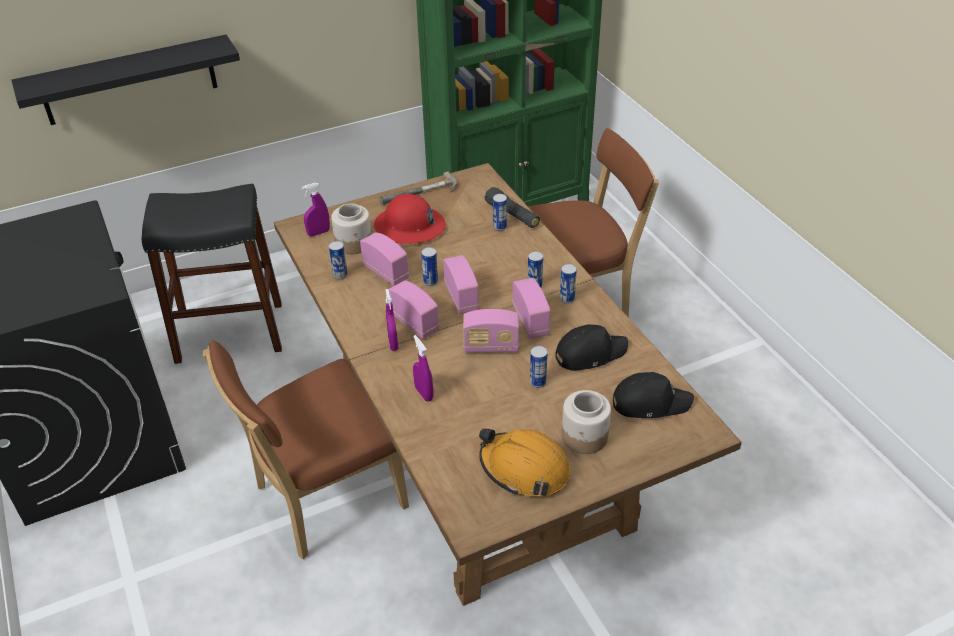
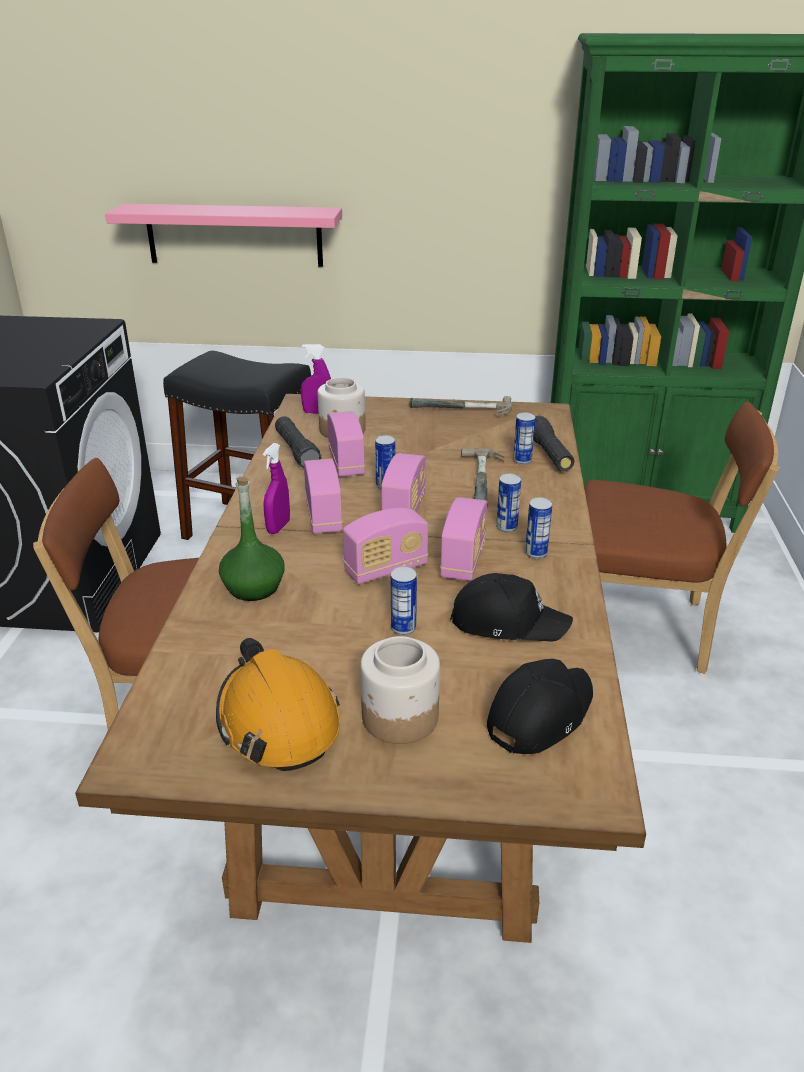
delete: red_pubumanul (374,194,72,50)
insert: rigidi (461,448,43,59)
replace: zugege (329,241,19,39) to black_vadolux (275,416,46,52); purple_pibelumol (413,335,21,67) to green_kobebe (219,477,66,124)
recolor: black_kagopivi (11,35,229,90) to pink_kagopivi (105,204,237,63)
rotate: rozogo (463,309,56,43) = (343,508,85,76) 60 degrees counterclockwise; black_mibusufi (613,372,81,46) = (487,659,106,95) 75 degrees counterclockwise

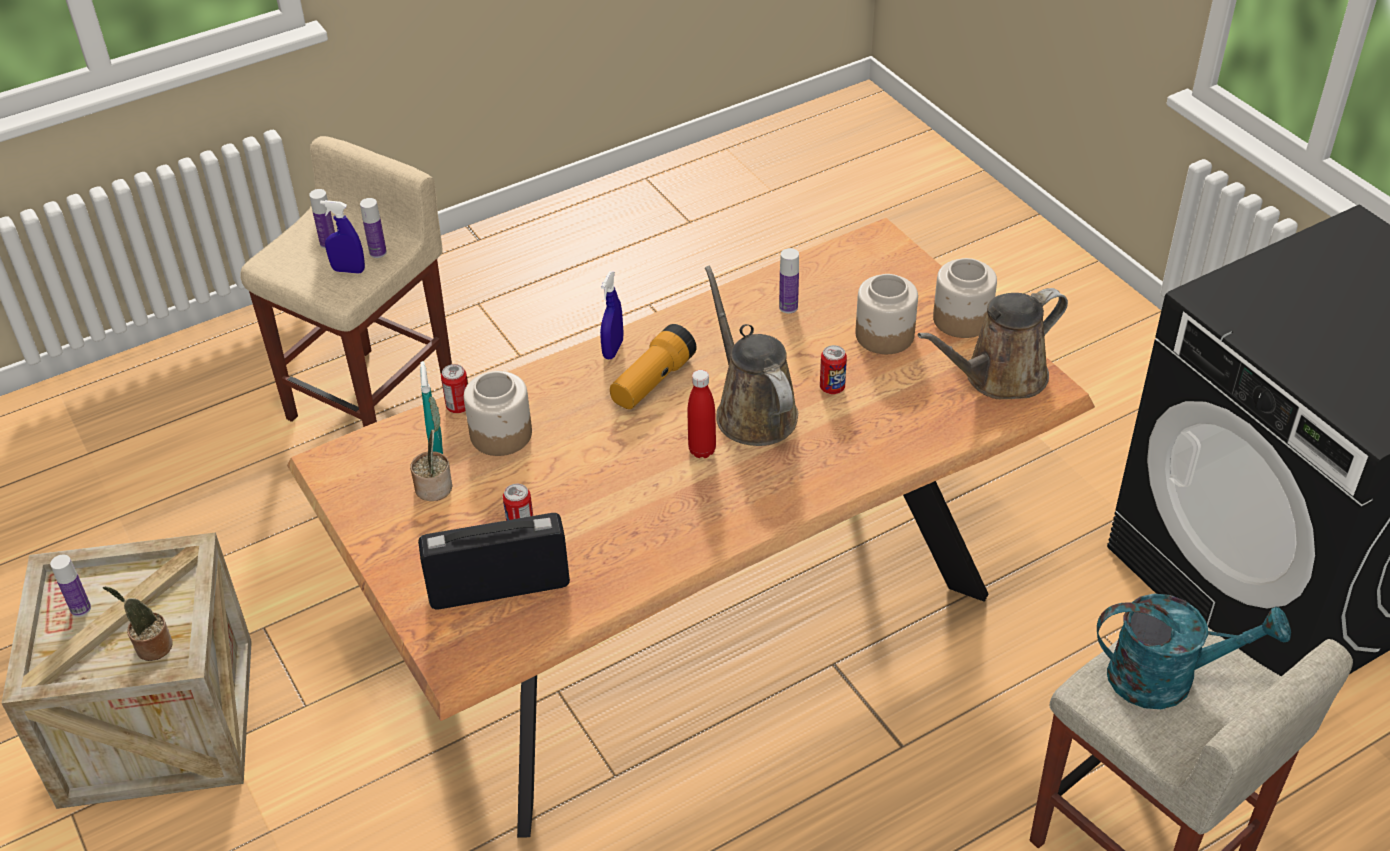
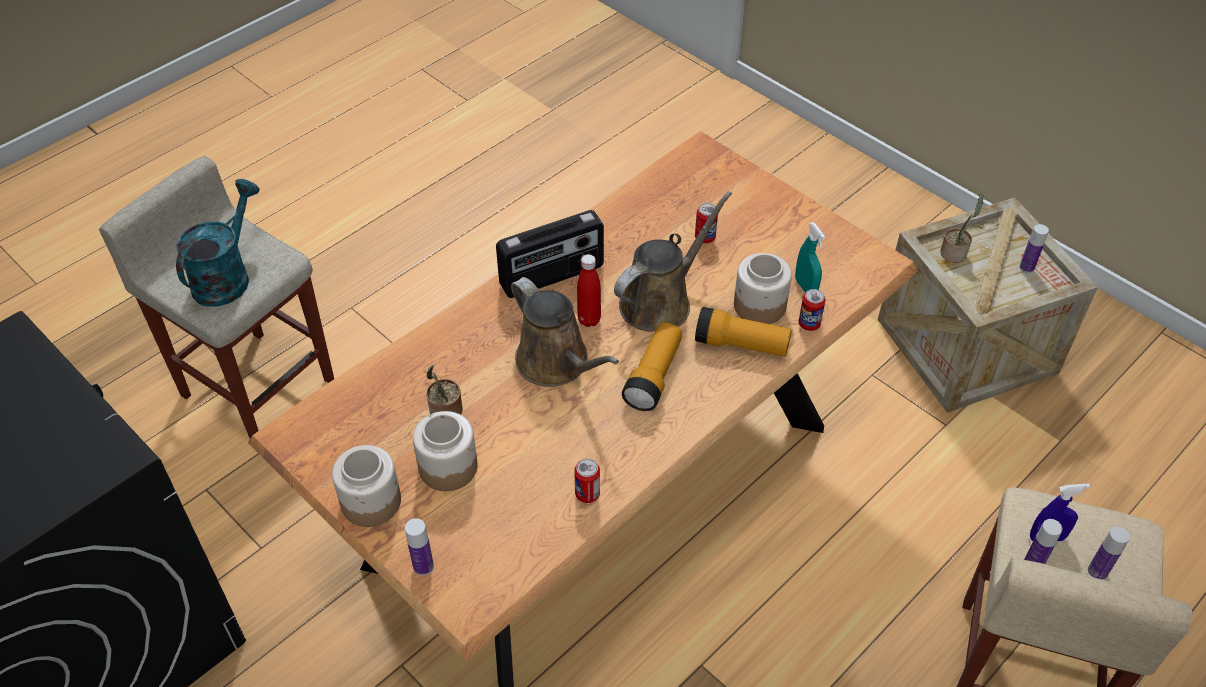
delete: blue_pibelumol (600,271,23,88)
insert: vadolux (695,307,97,50)
move: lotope (410,396,42,105) to (426,366,37,49); rozogo (418,513,152,96) to (496,210,108,88); kobebe (779,248,20,65) to (405,518,29,57); zugege (820,345,27,49) to (574,459,26,44); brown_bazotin (918,288,150,111) to (614,191,118,141)
rotate: turquoise_bazotin (1097,594,194,115) = (176,179,84,128) 120 degrees clockwise

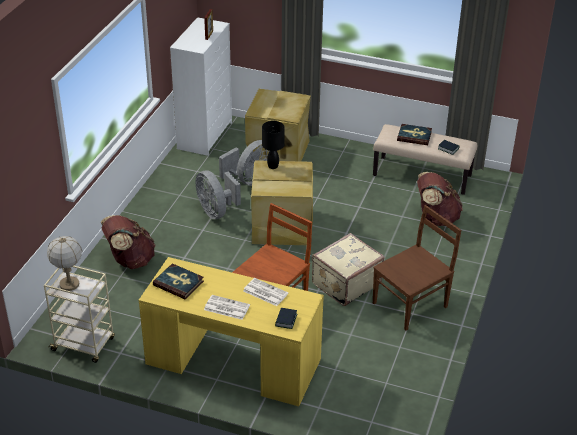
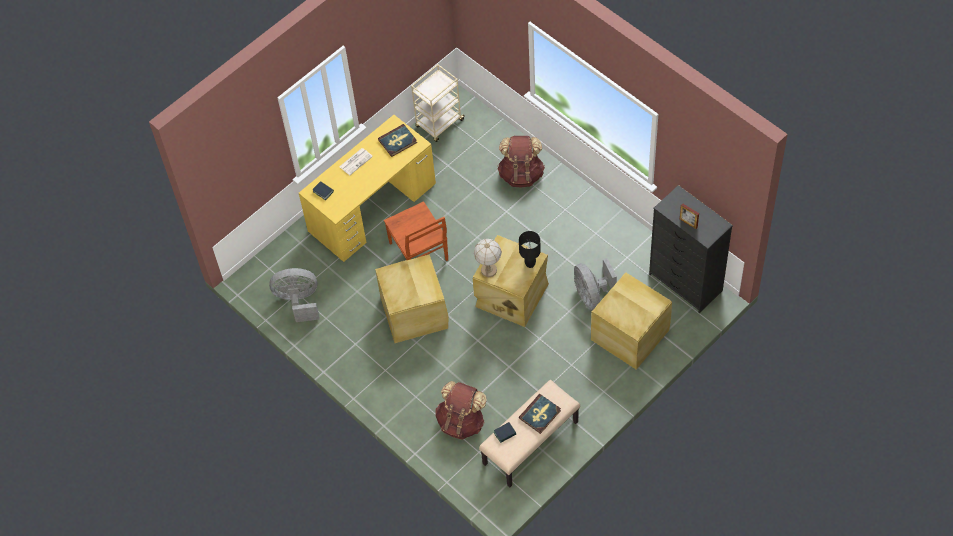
delete: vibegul (243,278,45,28); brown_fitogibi (373,205,88,126)
move: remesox (47,236,35,55) to (474,239,28,38); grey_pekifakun (196,170,45,49) to (269,268,51,54)
replace: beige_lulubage (312,233,73,73) to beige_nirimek (375,254,74,89)
recolor: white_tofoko (170,17,62,139) to black_tofoko (649,185,84,128)

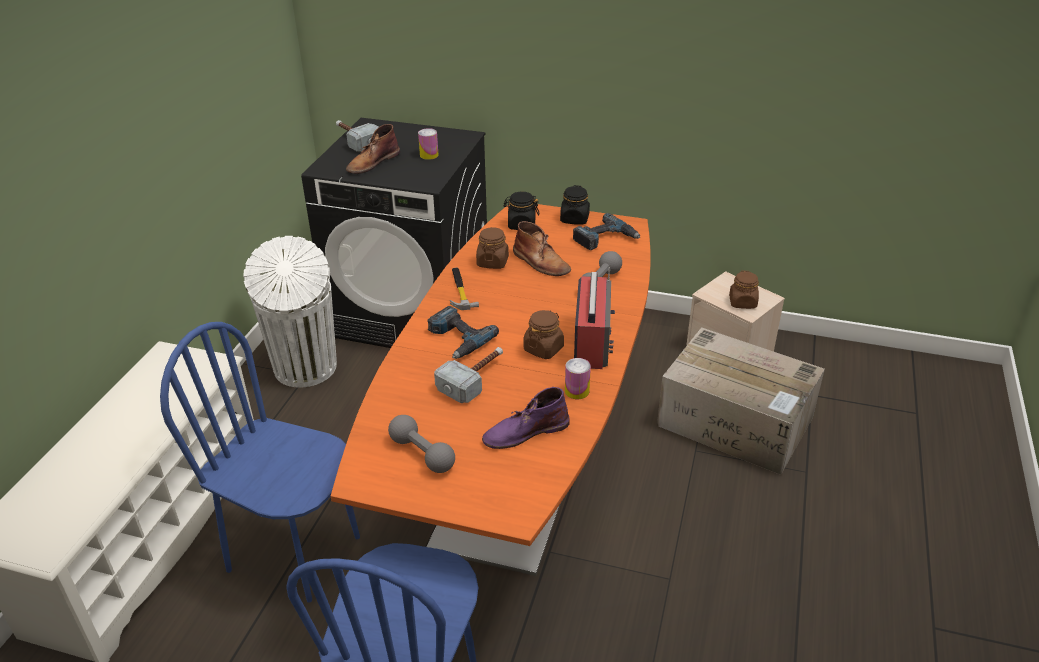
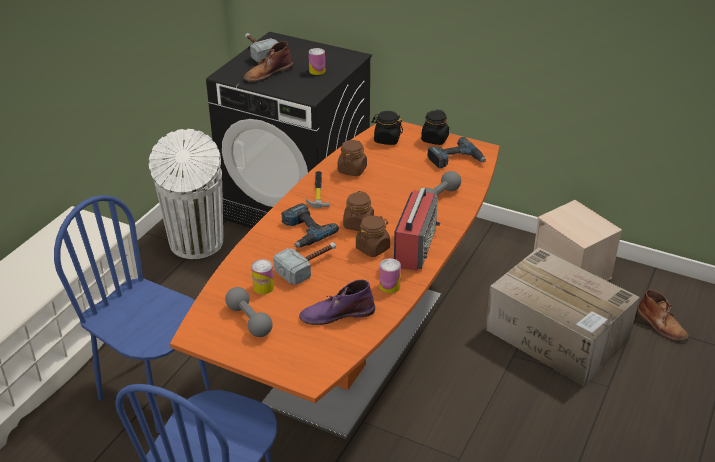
insert: zugege (251,259,23,35)
move: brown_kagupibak (513,221,58,55) to (637,289,52,52); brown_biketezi (729,271,30,38) to (343,191,31,40)

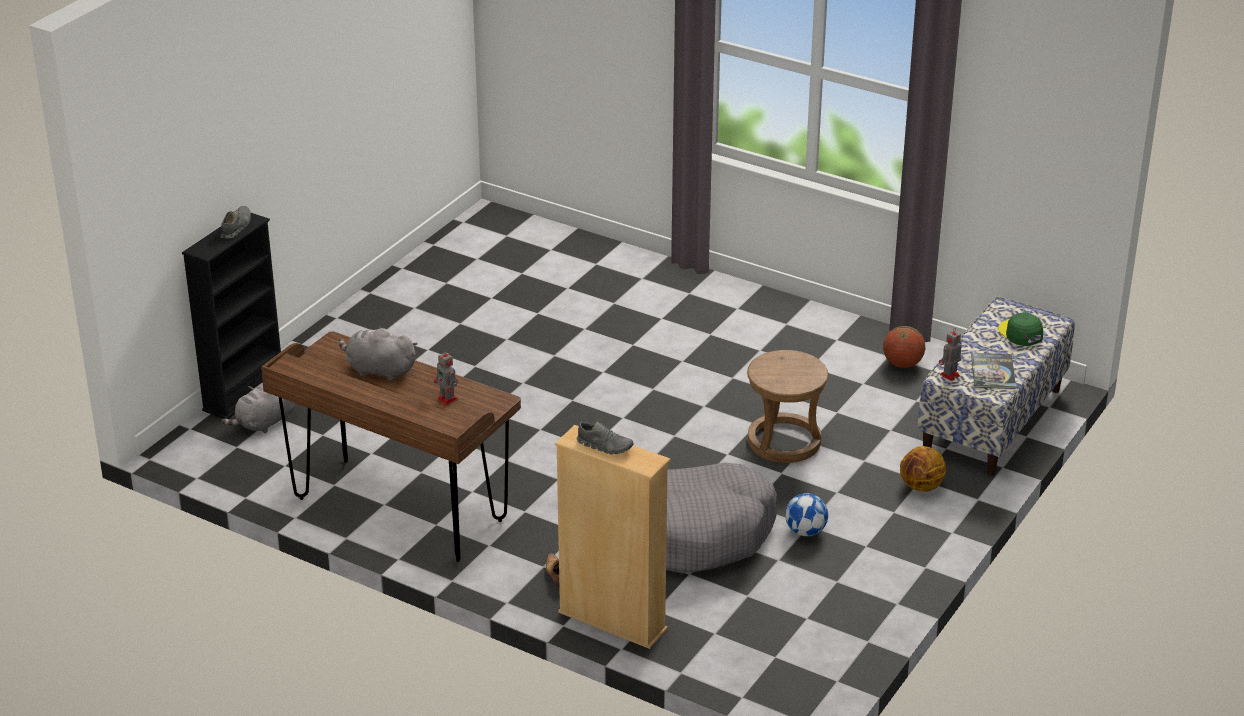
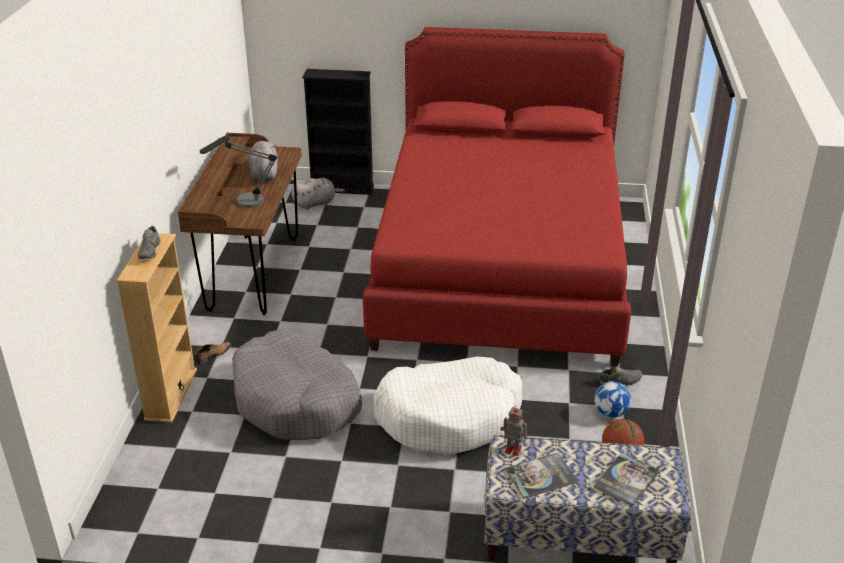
delete: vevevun (900,446,46,46)
insert: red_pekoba (363,27,268,340)
move: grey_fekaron (220,206,31,33) to (599,366,43,20); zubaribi (785,493,43,43) to (594,381,37,37)
replace: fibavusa (434,350,24,55) to remesox (200,136,77,72); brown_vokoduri (747,350,81,113) to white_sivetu (373,357,150,98); green_mibusufi (998,313,45,33) to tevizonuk (594,453,66,53)
rotate: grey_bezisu (222,382,74,51) = (291,178,54,32) 135 degrees clockwise

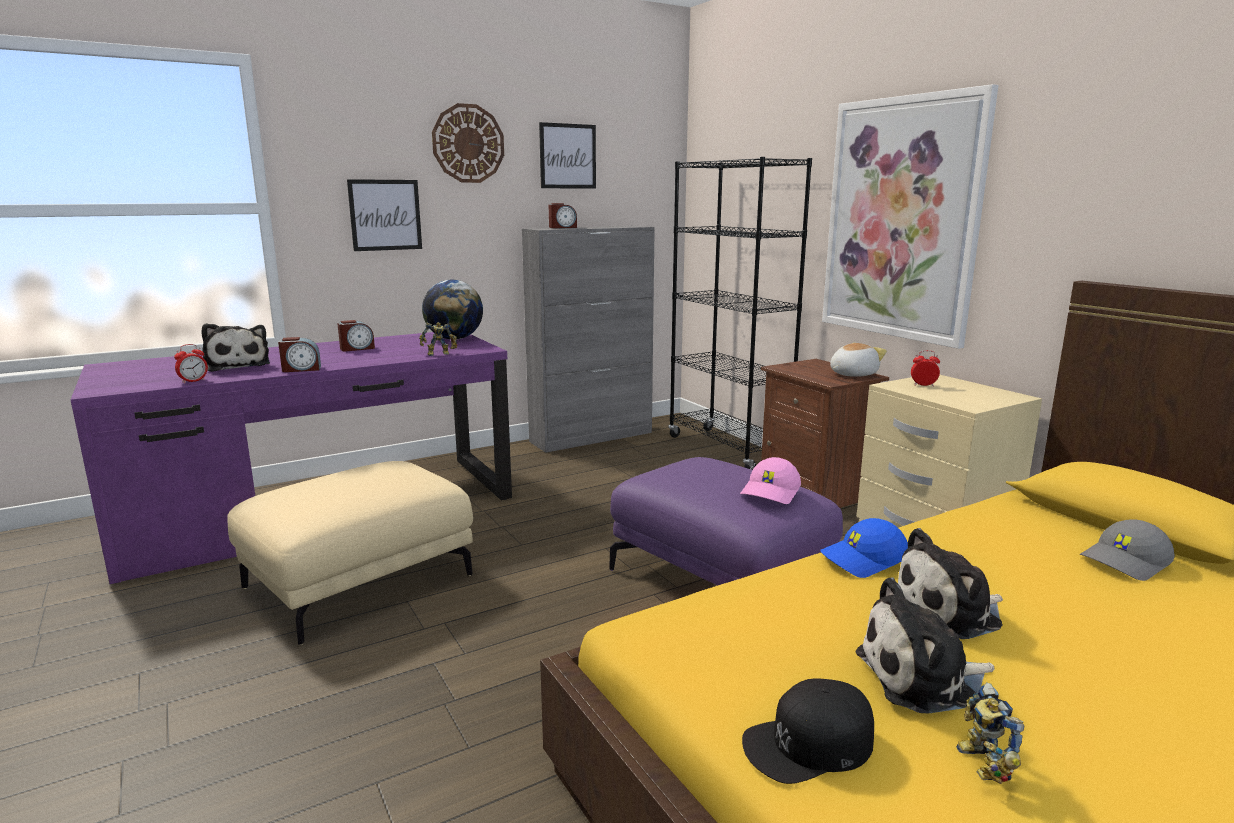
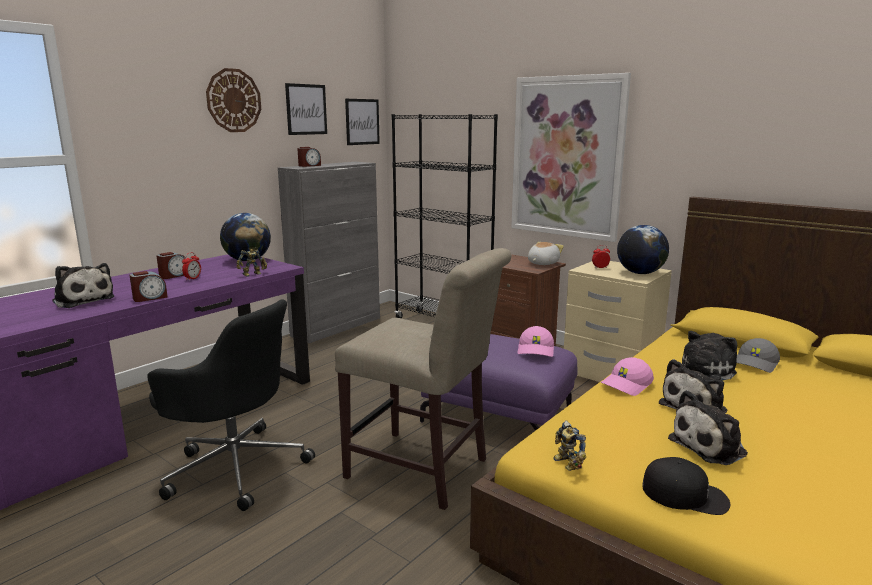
insert: beige_fitogibi (335,248,176,262); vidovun (617,225,52,49); bezisu (682,331,55,50)
move: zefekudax (174,344,34,40) to (182,252,19,29); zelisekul (347,179,75,72) to (345,99,35,46); fibavusa (956,682,68,102) to (553,421,33,50)
replace: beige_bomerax (227,461,246,184) to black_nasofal (147,299,168,212)
recolor: blue_mibusufi (820,518,88,60) to pink_mibusufi (600,357,54,39)
rotate: black_mibusufi (742,678,132,106) = (642,457,88,58) 120 degrees counterclockwise

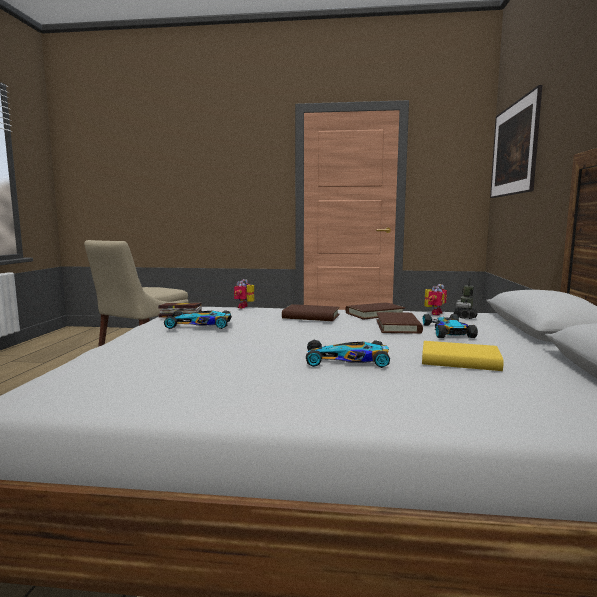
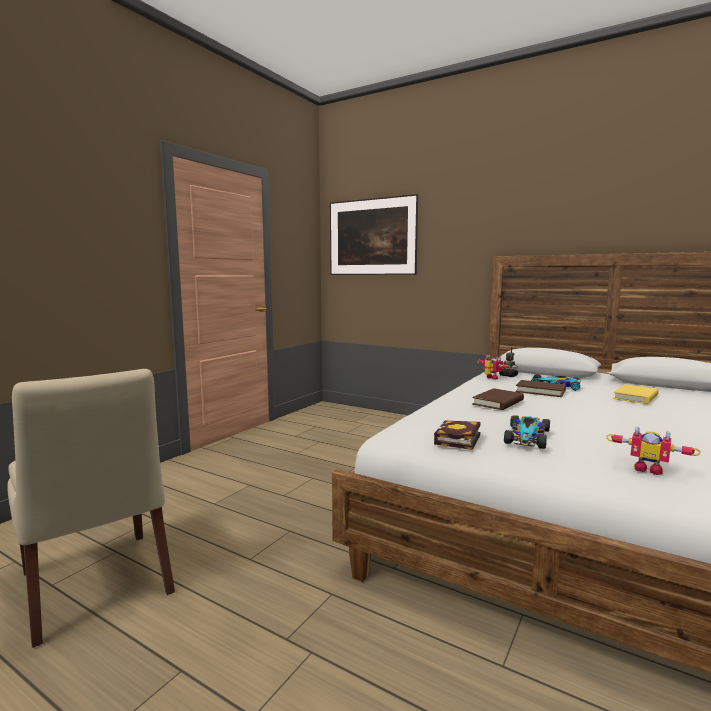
delete: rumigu (306,340,84,28); brown_tevizonuk (345,302,60,17)
move: fibavusa (234,279,20,29) to (606,426,94,49)

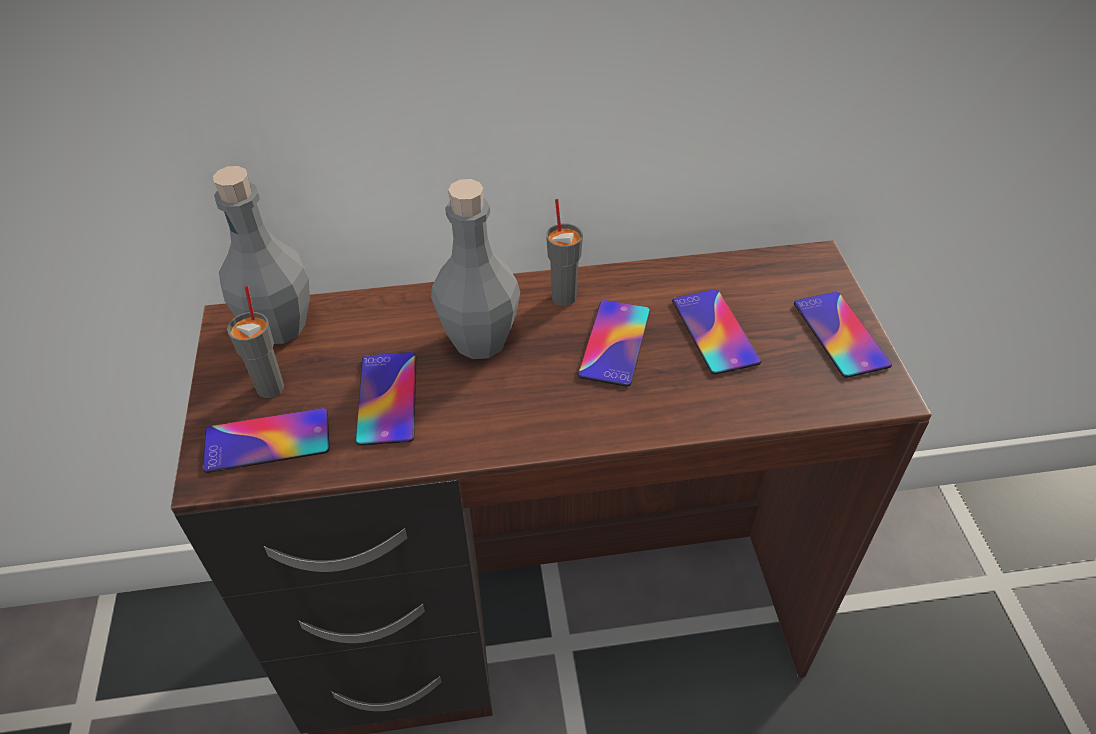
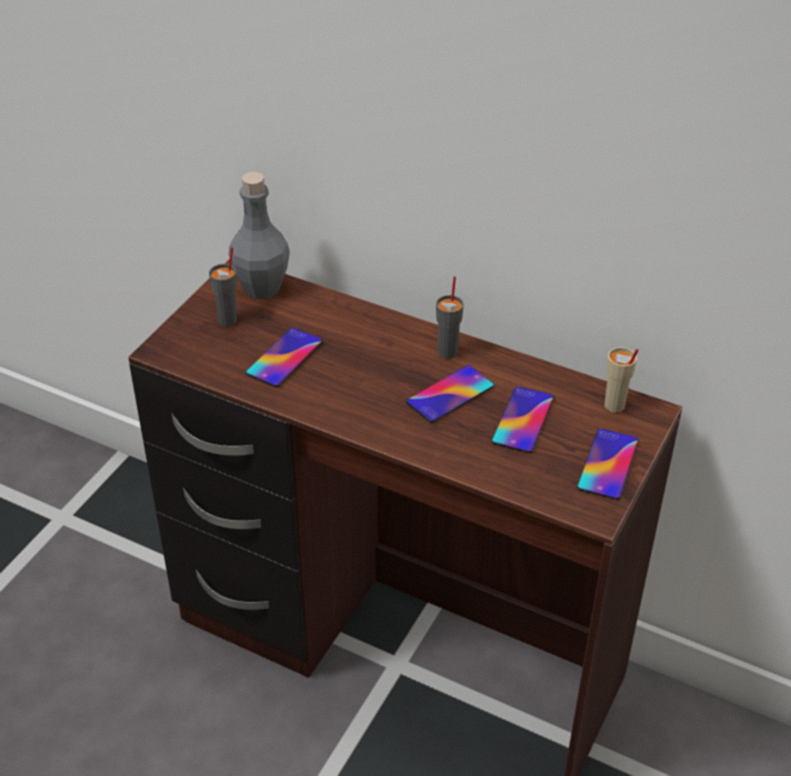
delete: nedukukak (203,408,127,65); grey_kobebe (431,179,89,180)
insert: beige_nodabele (604,347,34,66)

